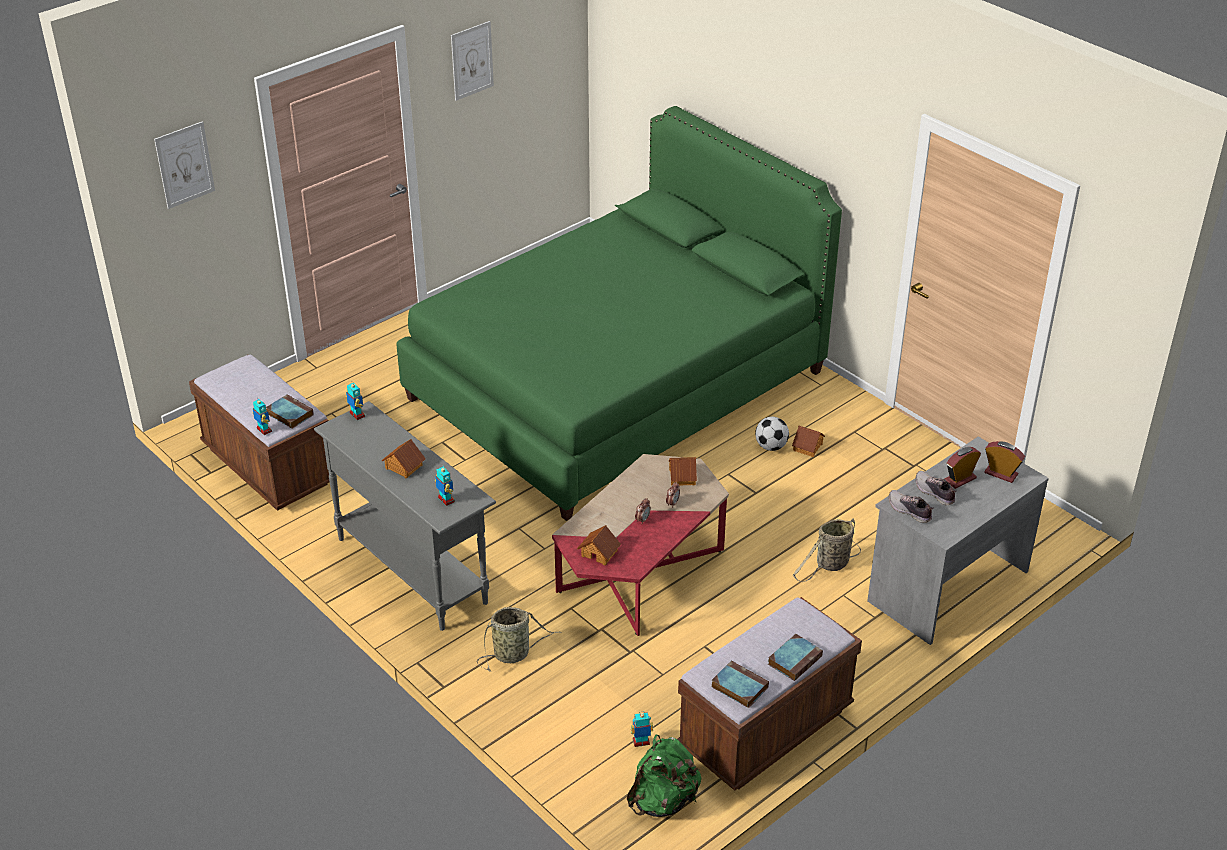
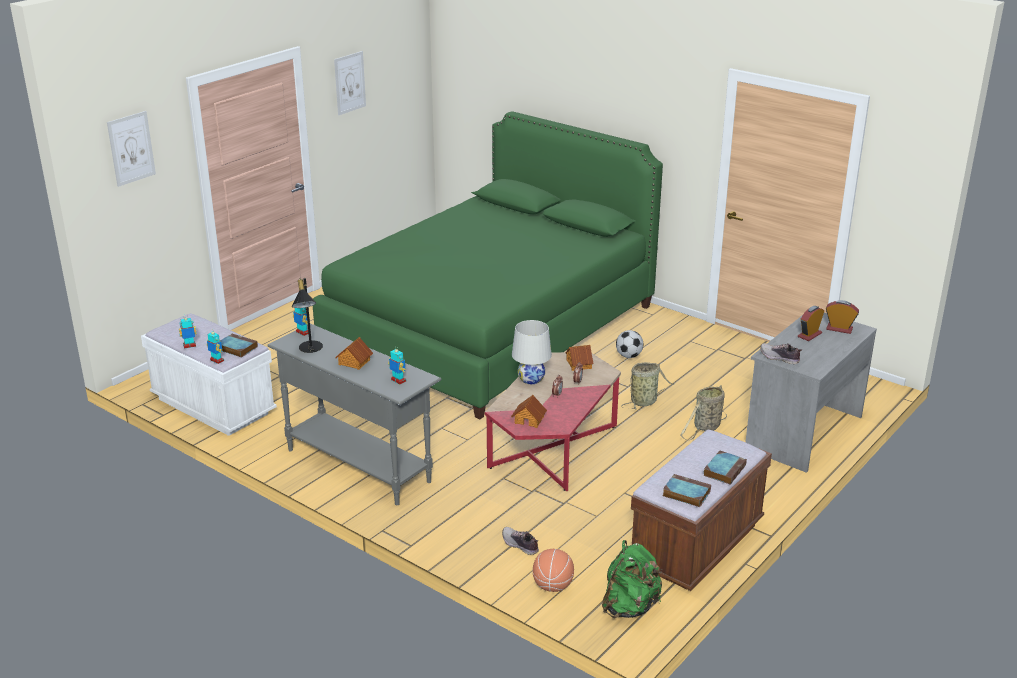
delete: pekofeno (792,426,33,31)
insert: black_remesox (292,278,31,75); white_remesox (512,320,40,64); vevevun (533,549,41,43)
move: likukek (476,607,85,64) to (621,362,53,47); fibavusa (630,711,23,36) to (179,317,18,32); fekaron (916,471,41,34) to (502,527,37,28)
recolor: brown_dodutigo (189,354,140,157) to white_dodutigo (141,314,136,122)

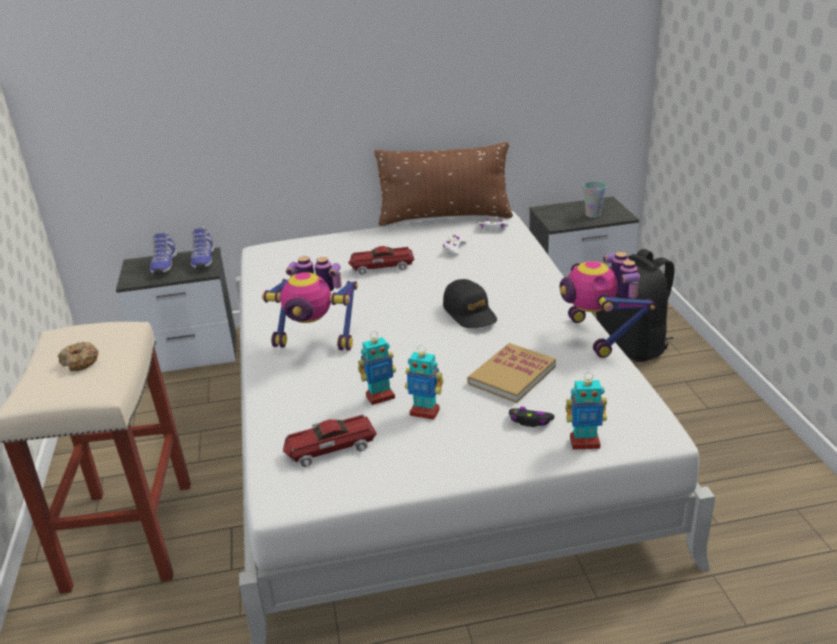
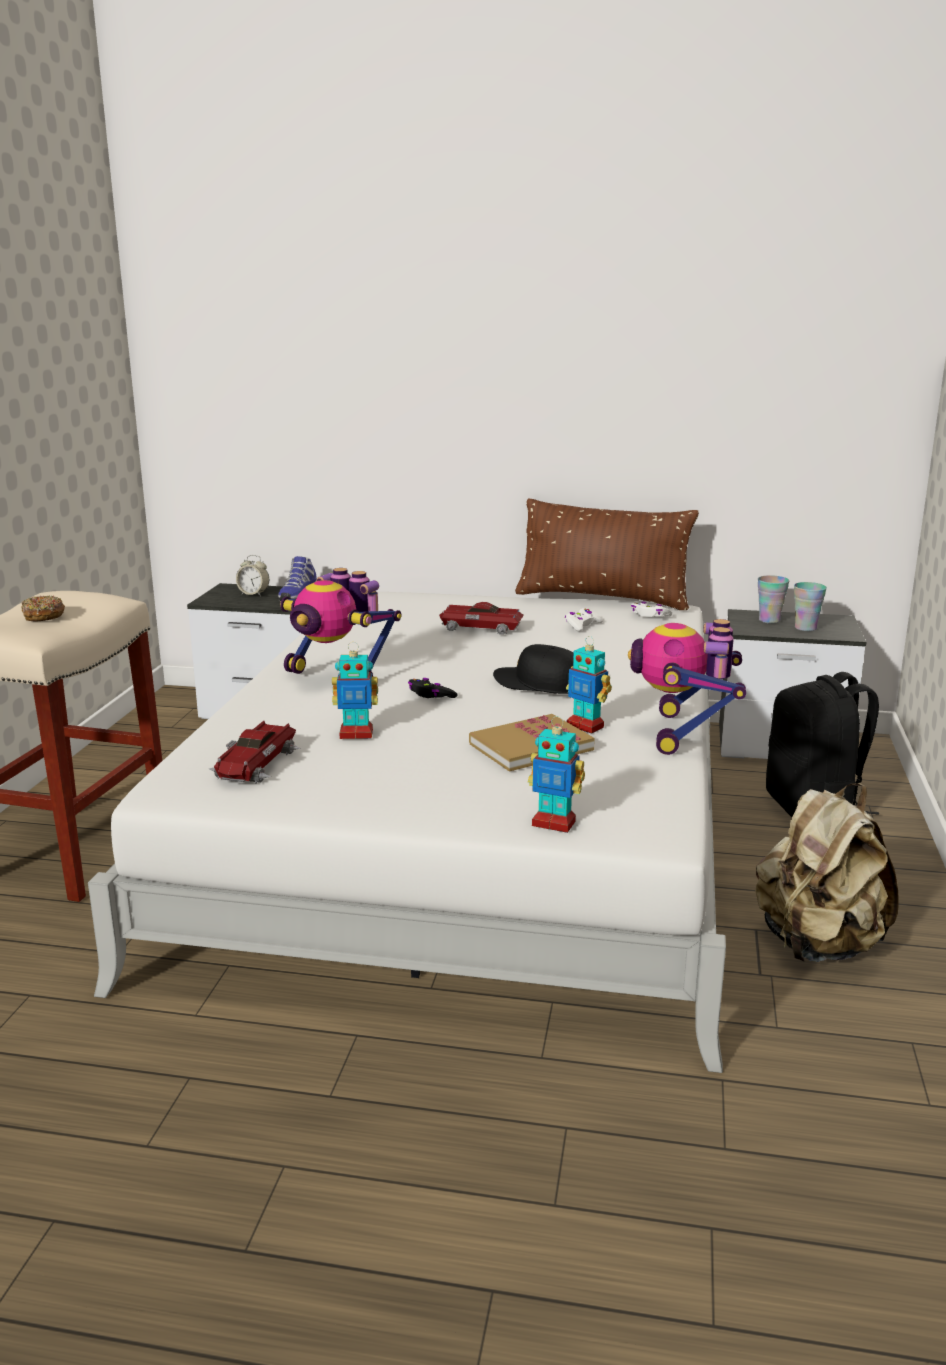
insert: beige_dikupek (755,783,144,179); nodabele (758,575,31,48)
move: fibavusa (405,345,38,75) to (566,636,46,98); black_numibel (509,406,46,21) to (408,678,50,20)
replace: fekaron (150,231,27,44) to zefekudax (236,555,33,41)
rotate: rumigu (283,414,94,54) = (209,721,92,63) 75 degrees counterclockwise; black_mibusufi (443,279,54,49) = (493,644,80,50) 120 degrees clockwise

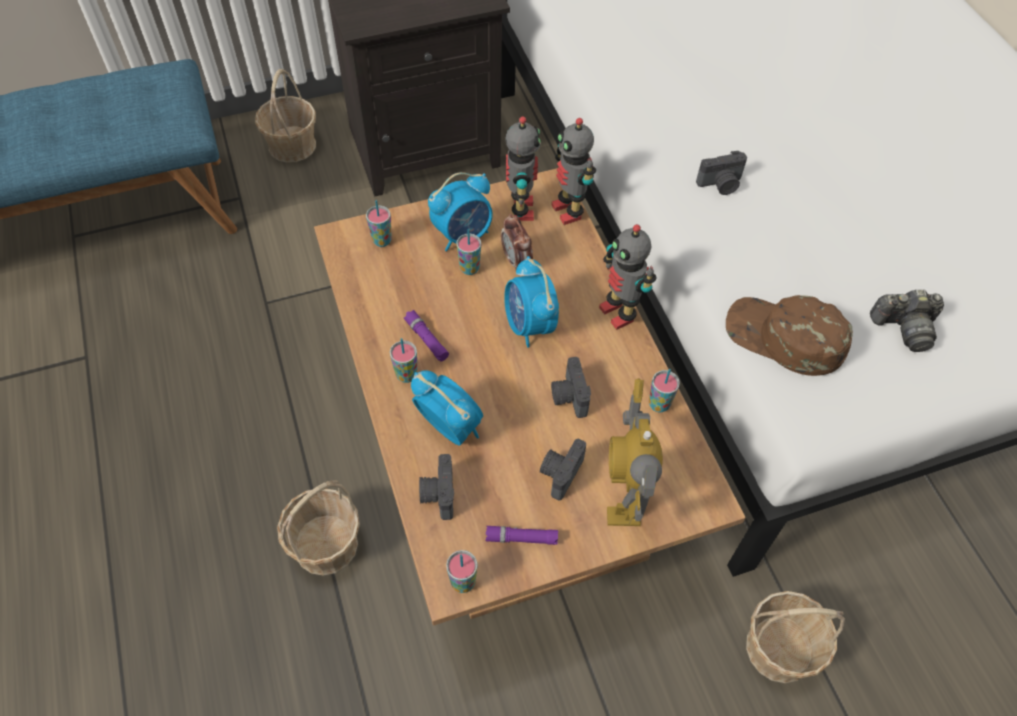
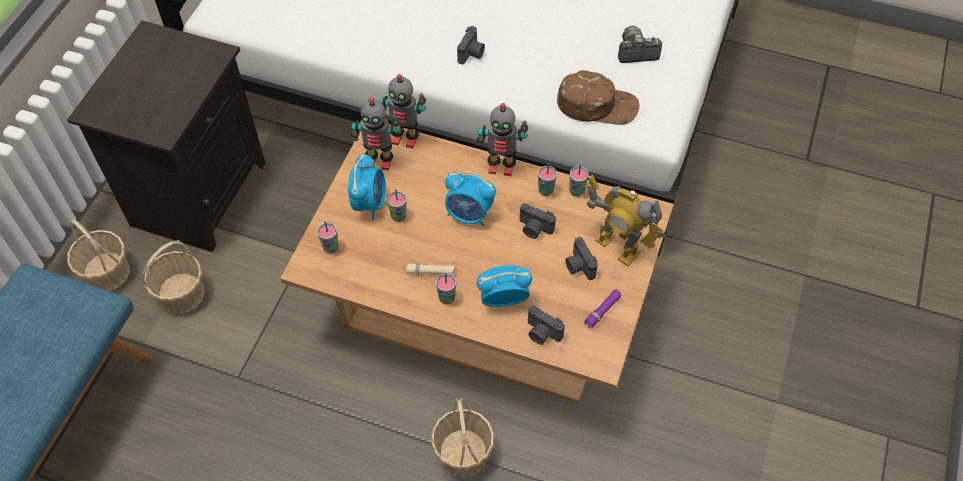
delete: zefekudax (501,214,32,55)
move: nodabele (446,550,32,43) to (538,163,19,33); likukek (746,591,99,92) to (142,240,63,74)
recolor: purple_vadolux (404,310,45,51) to beige_vadolux (406,264,48,11)
rotate: fibavusa (505,116,36,105) = (351,97,49,74) 150 degrees clockwise; brown_mibusufi (726,295,127,81) = (557,70,82,55) 150 degrees counterclockwise; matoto (870,290,74,62) = (618,26,45,37) 135 degrees counterclockwise

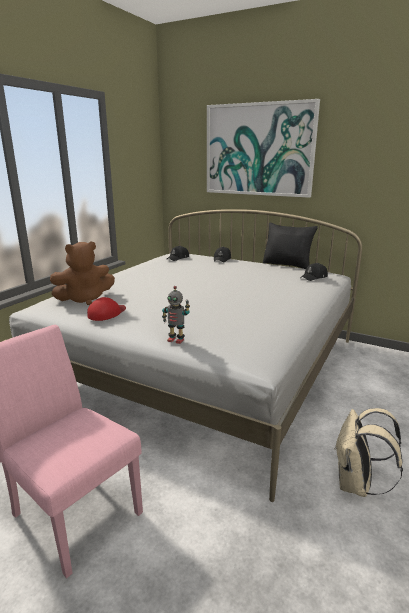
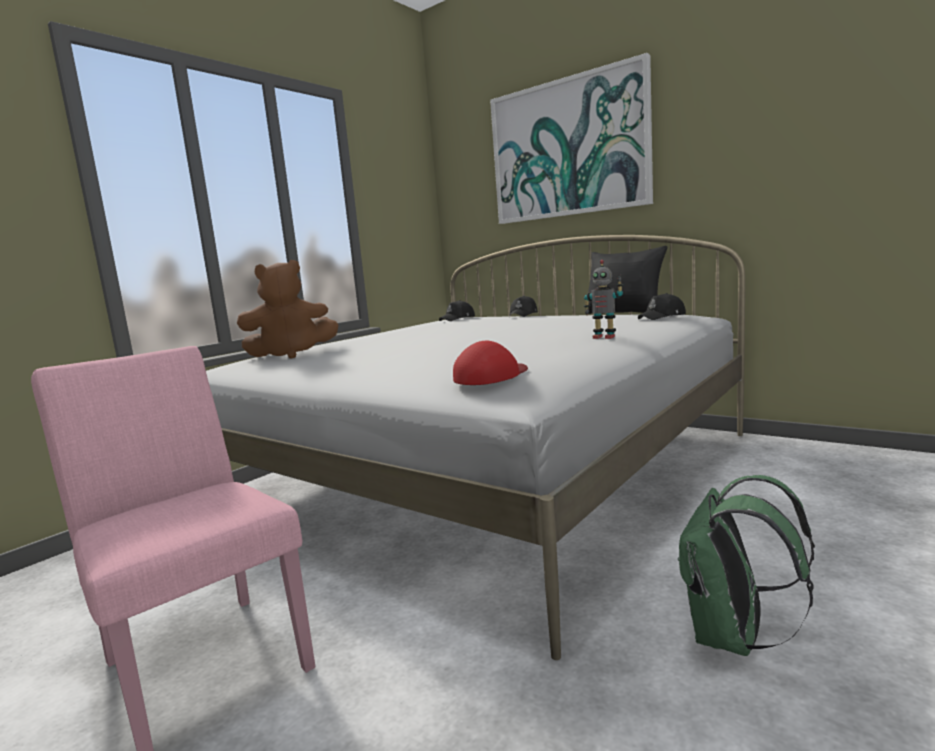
move: red_mibusufi (87,297,39,24) to (453,341,75,44); fibavusa (162,286,28,58) to (584,260,39,79)
recolor: beige_dikupek (334,408,69,89) to green_dikupek (678,475,137,181)

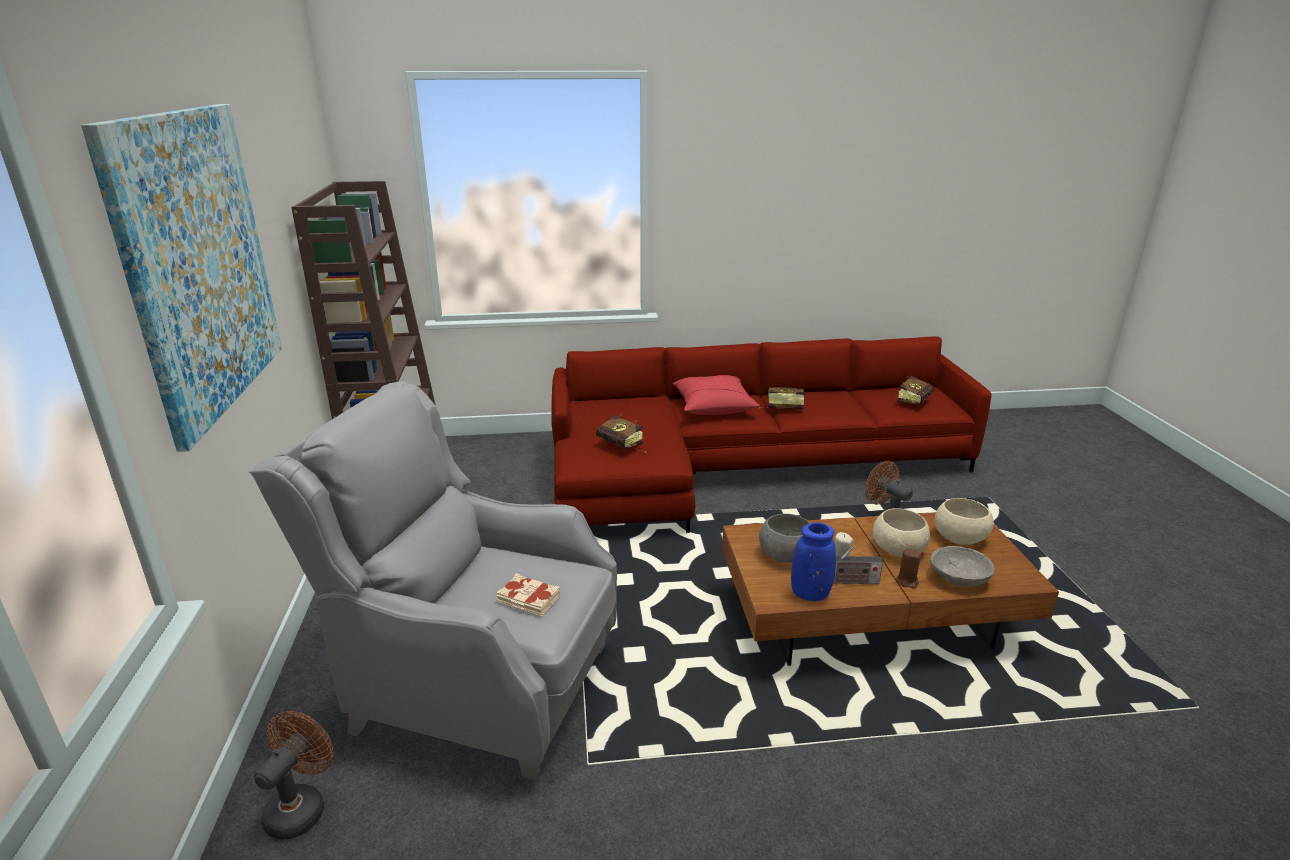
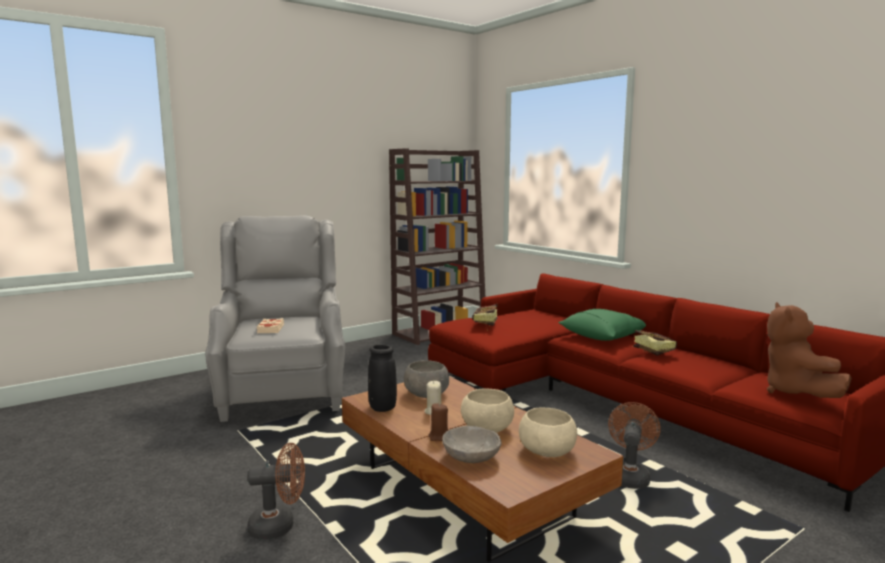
delete: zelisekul (81,104,201,348); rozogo (833,546,50,38)
move: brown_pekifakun (254,711,80,129) to (247,443,58,96)
replace: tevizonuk (897,376,37,28) to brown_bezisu (767,302,85,96)
recolor: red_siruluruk (673,375,87,40) to green_siruluruk (558,309,88,32); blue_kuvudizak (791,522,45,79) to black_kuvudizak (368,344,29,68)

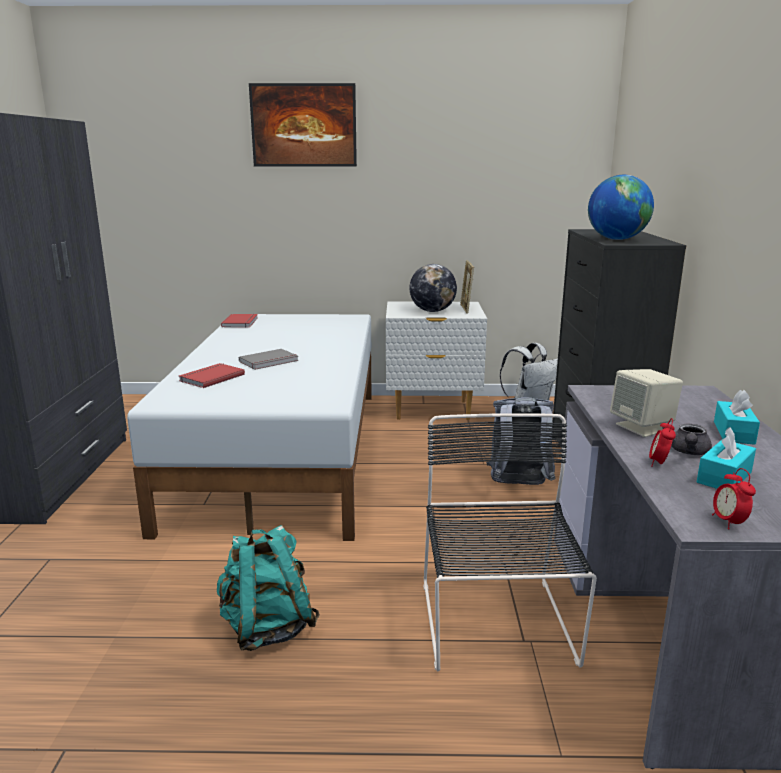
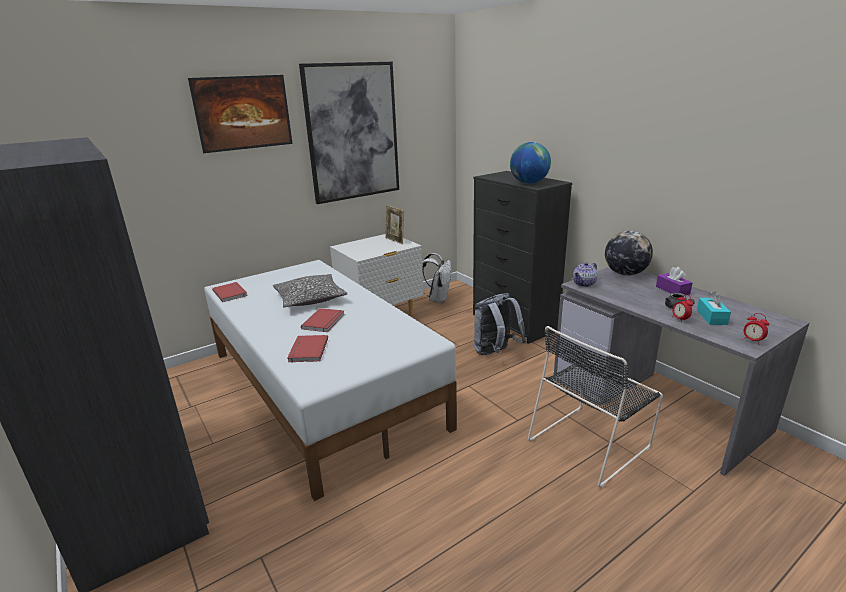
delete: turquoise_dikupek (217,525,103,126); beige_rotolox (610,369,73,68)
insert: siruluruk (273,274,75,34); zelisekul (299,62,100,142); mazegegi (573,262,25,25)
move: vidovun (410,264,47,48) to (605,231,48,45)
recolor: grey_tevizonuk (239,349,60,21) to red_tevizonuk (301,308,44,24); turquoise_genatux (714,390,46,55) to purple_genatux (656,267,37,28)
rotate: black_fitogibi (423,413,174,258) = (528,326,135,161) 90 degrees counterclockwise

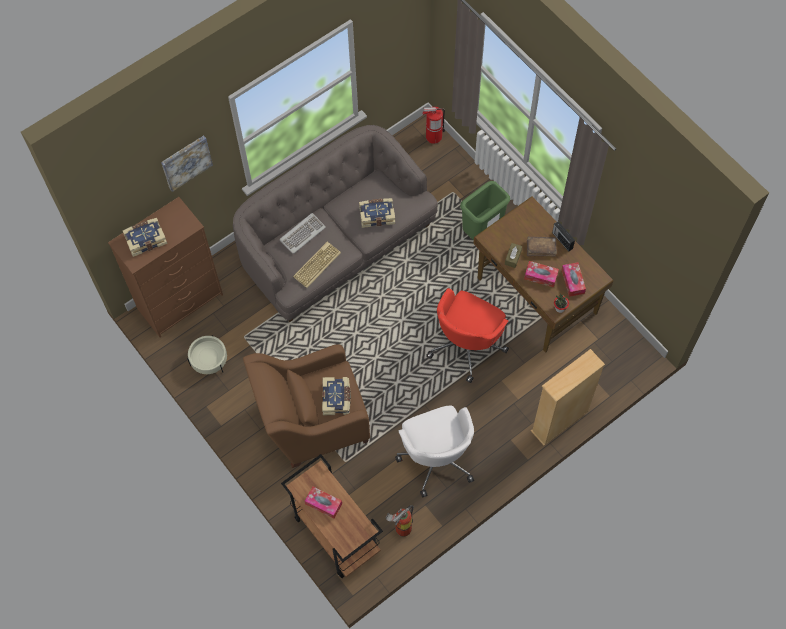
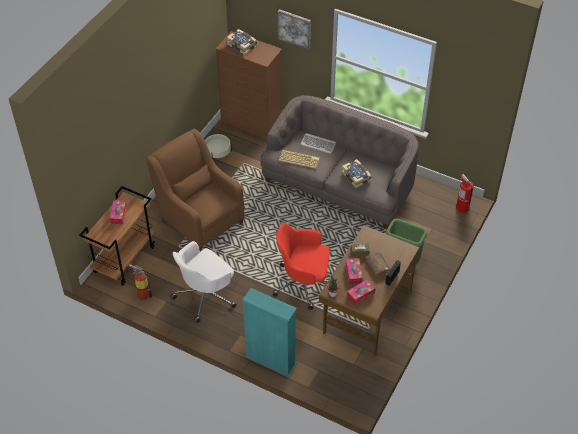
delete: tevizonuk (322,377,29,38)
recolor: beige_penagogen (531,349,74,97) to turquoise_penagogen (242,288,55,89)

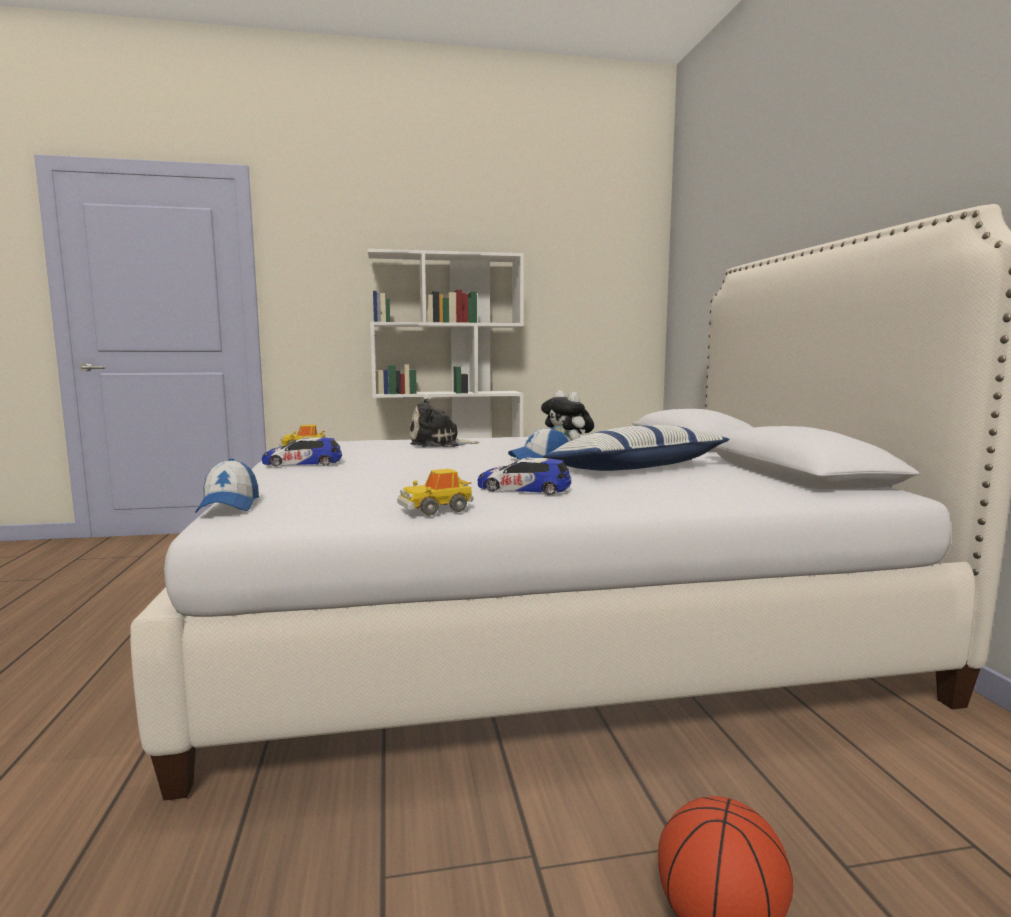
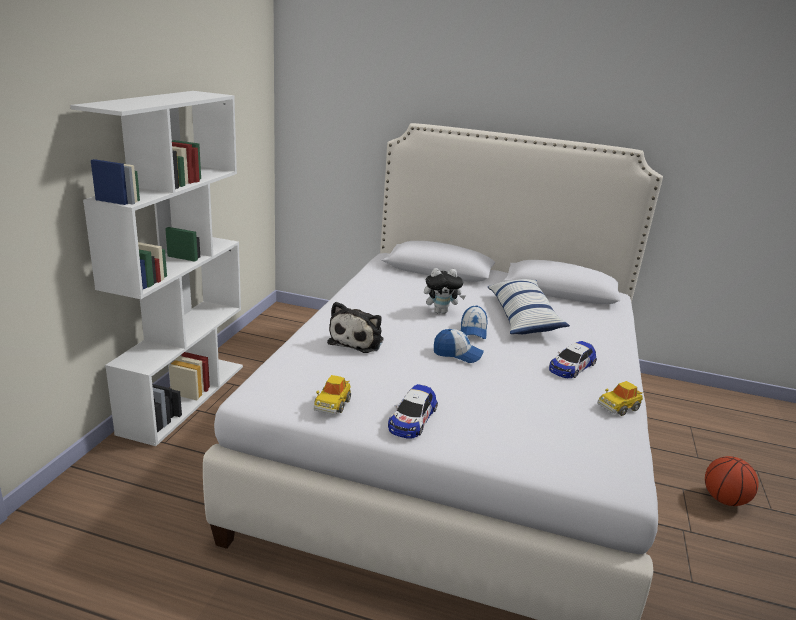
move: mibusufi (195,459,64,54) to (434,329,50,34)
rotate: rumigu (397,469,77,47) = (597,381,46,35) 60 degrees clockwise

